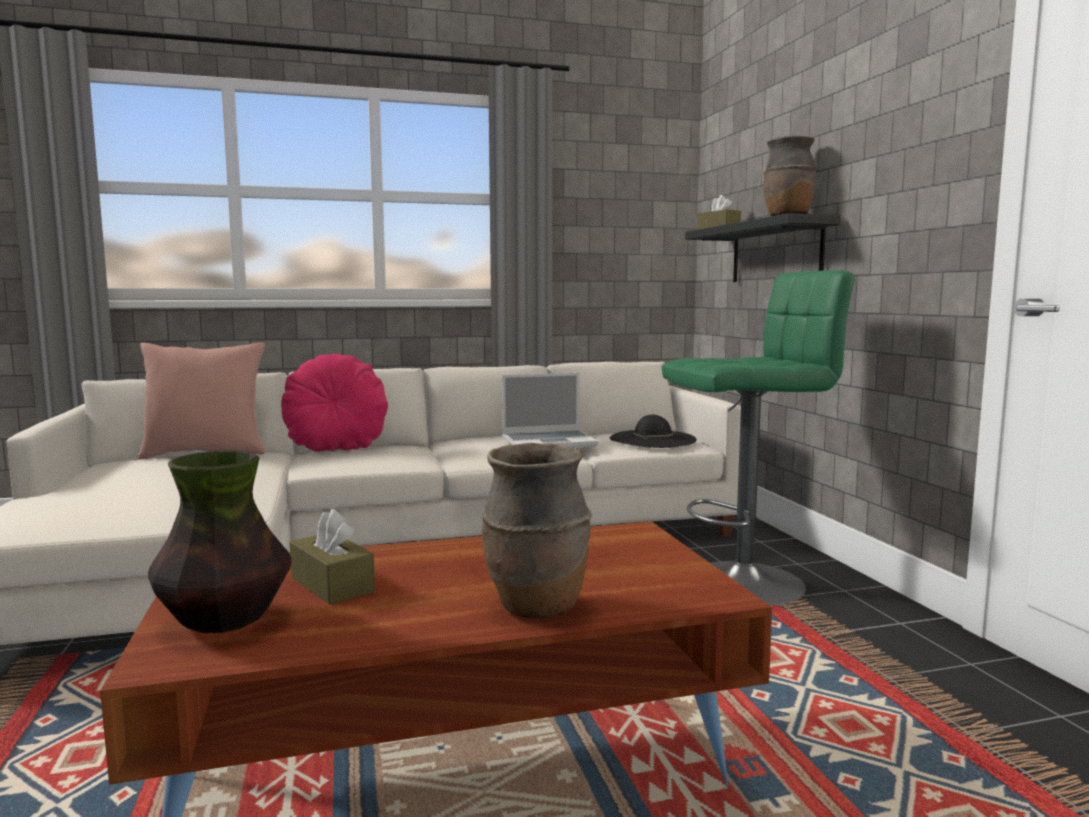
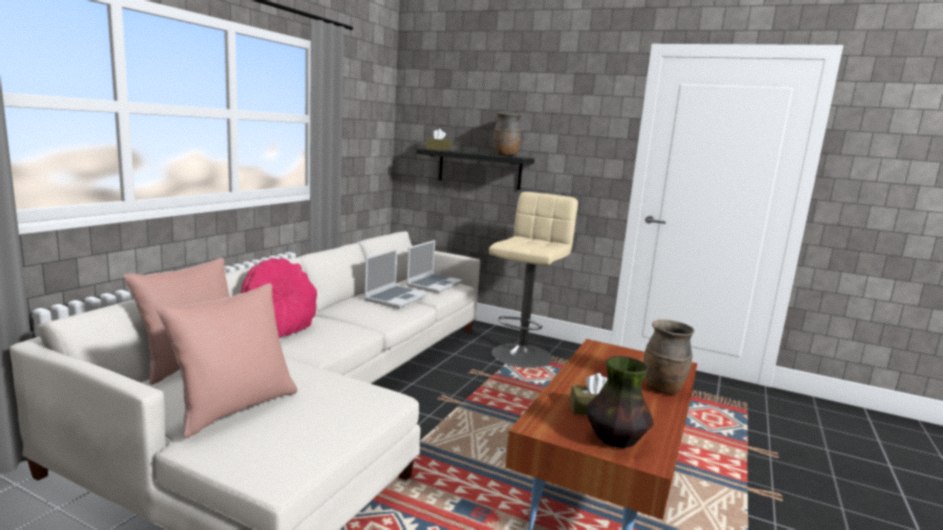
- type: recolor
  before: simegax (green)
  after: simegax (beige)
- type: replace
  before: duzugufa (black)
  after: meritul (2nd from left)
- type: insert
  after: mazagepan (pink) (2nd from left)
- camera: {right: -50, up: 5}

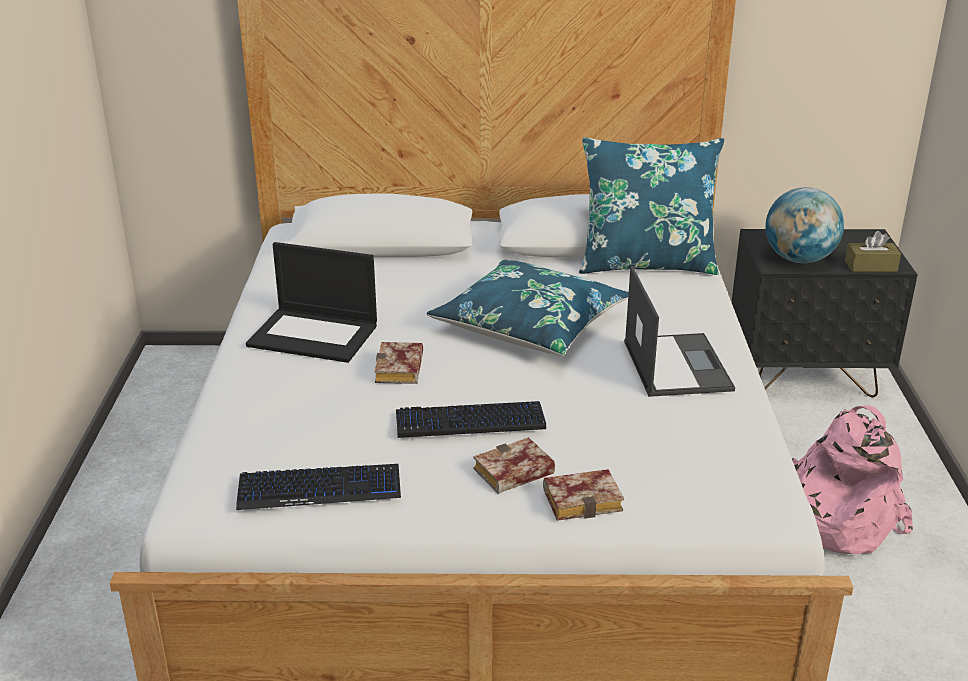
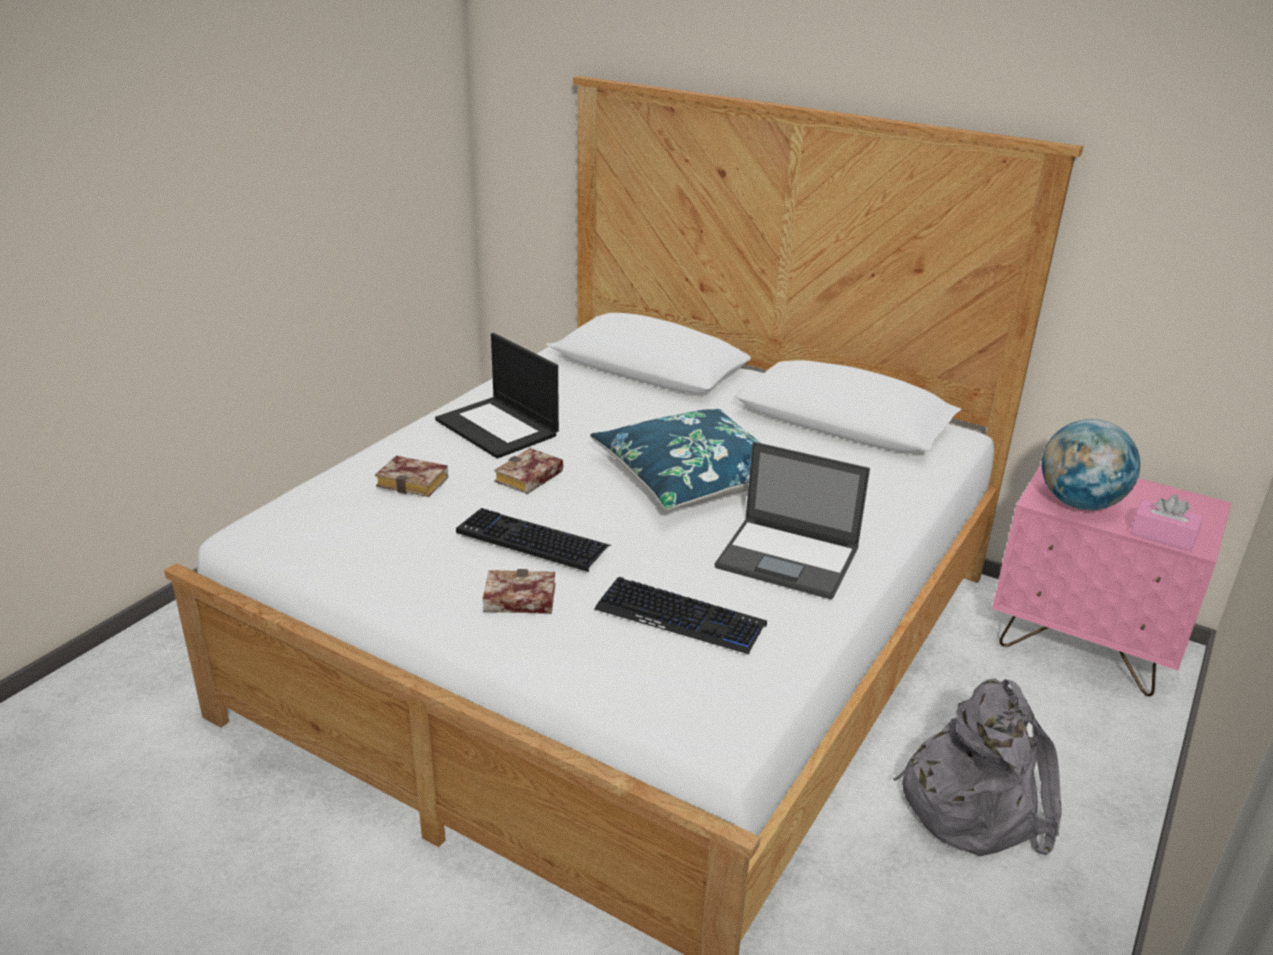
- type: delete
  before: mazagepan (blue) (2nd from left)
- type: recolor
  before: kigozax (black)
  after: kigozax (pink)
- type: recolor
  before: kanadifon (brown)
  after: kanadifon (pink)
- type: rotate
  before: meritul (2nd from left)
  turn: 90
- type: recolor
  before: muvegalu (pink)
  after: muvegalu (grey)
- type: move
  before: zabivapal (1st from left in the first image)
  after: zabivapal (2nd from left)
- type: move
  before: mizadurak (3rd from left in the first image)
  after: mizadurak (1st from left)
- camera: {right: 30, up: 0}

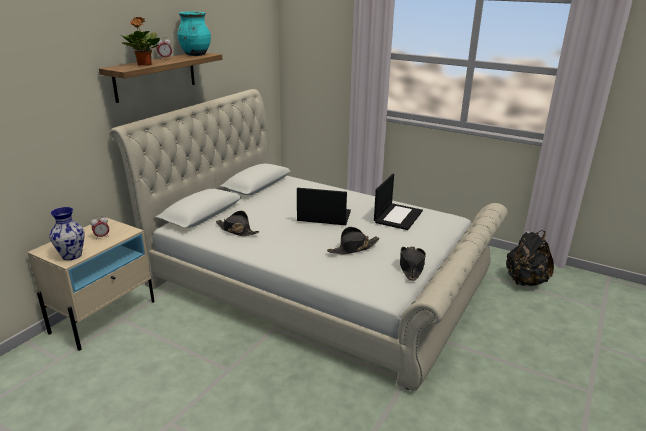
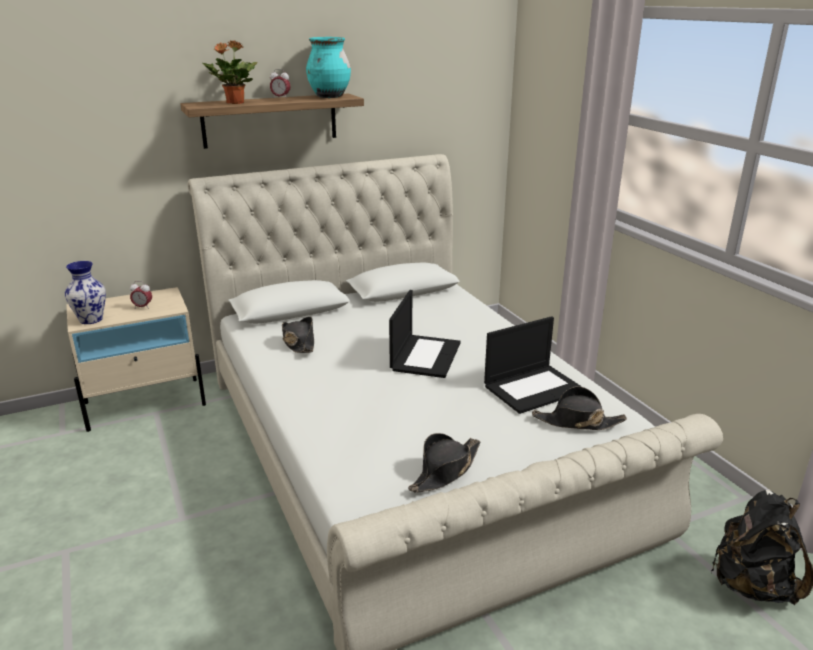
- type: rotate
  before: meritul (1st from left)
  turn: 60
- type: move
  before: duzugufa (black) (2nd from left in the first image)
  after: duzugufa (black) (3rd from left)
- camera: {right: 35, up: 0}

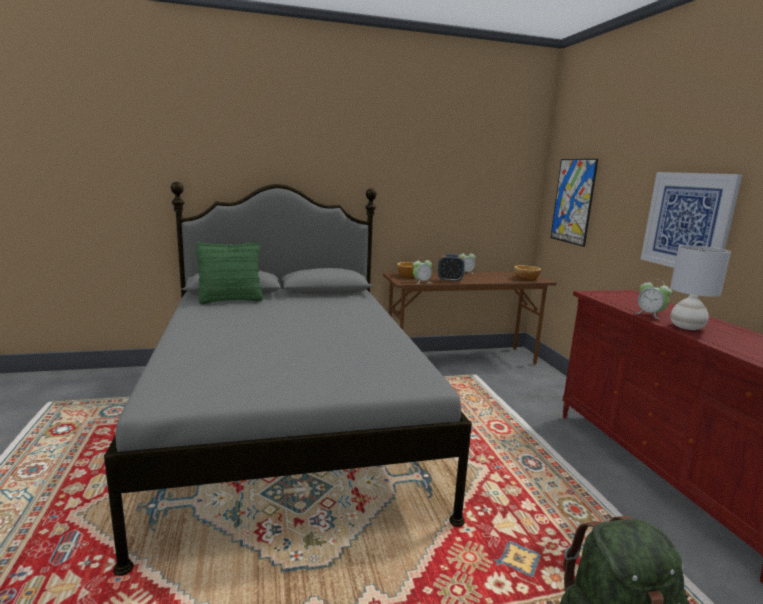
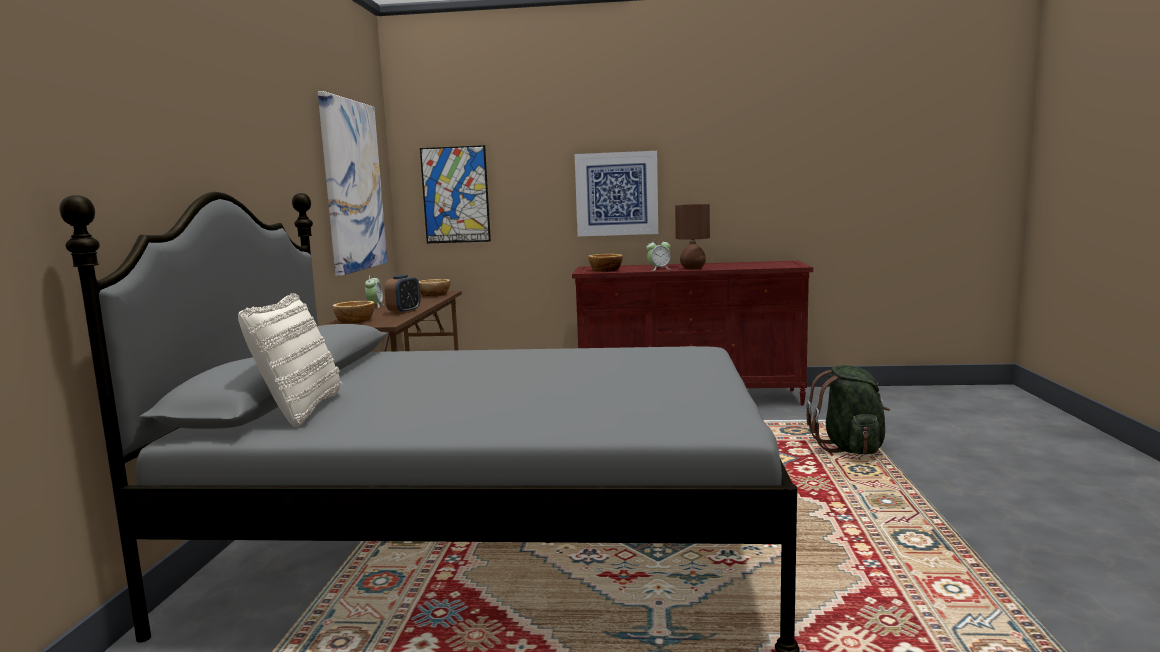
- type: recolor
  before: mazagepan (green)
  after: mazagepan (beige)
- type: recolor
  before: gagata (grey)
  after: gagata (brown)
- type: delete
  before: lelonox (1st from left)
- type: insert
  after: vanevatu (1st from left)
- type: insert
  after: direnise (3rd from left)
- camera: {right: -70, up: -5}

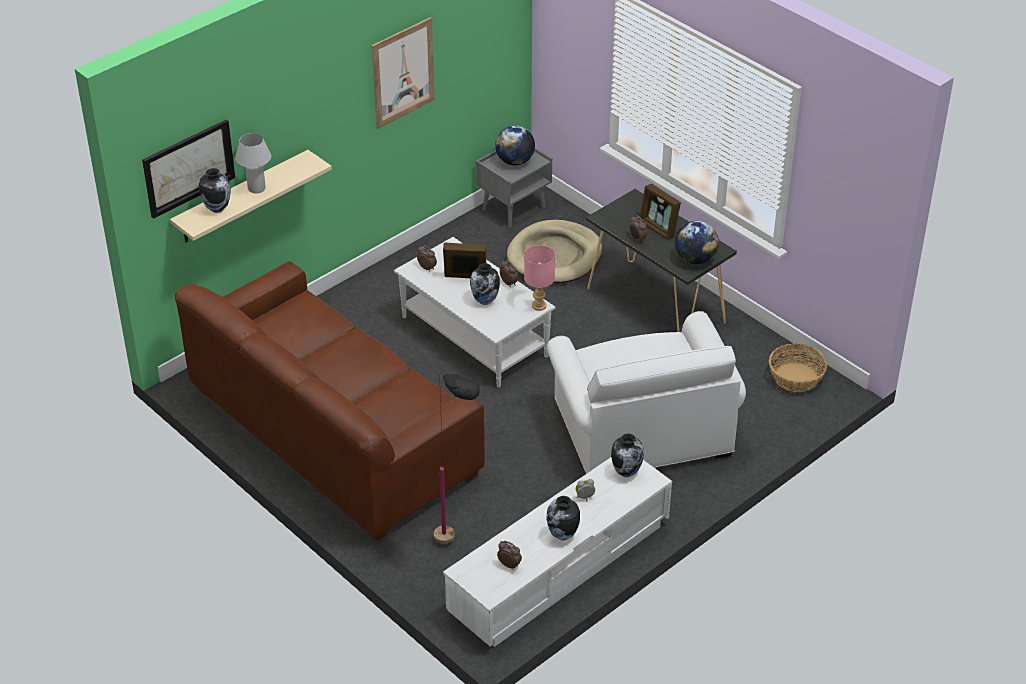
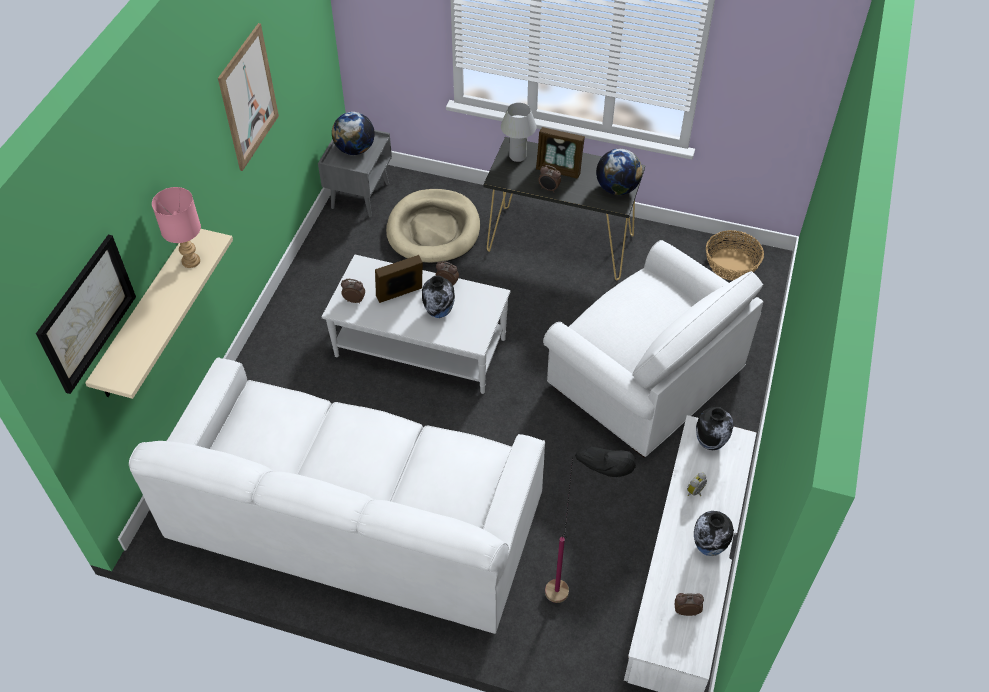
- type: move
  before: gagata (white)
- type: delete
  before: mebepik (1st from left)
- type: move
  before: gagata (pink)
- type: recolor
  before: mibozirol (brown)
  after: mibozirol (white)
- camera: {right: -30, up: 10}

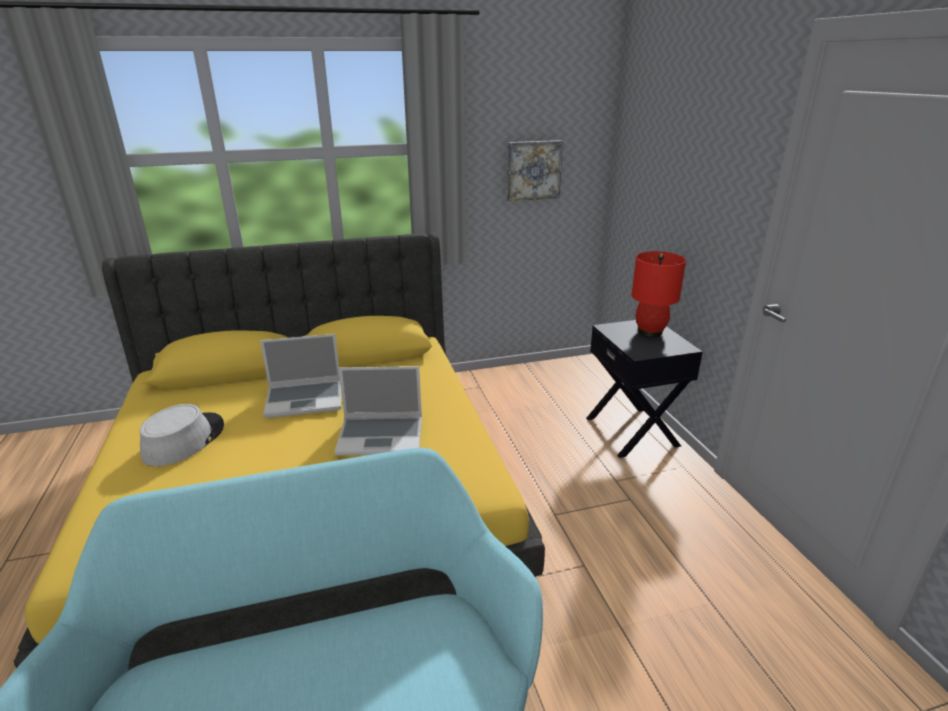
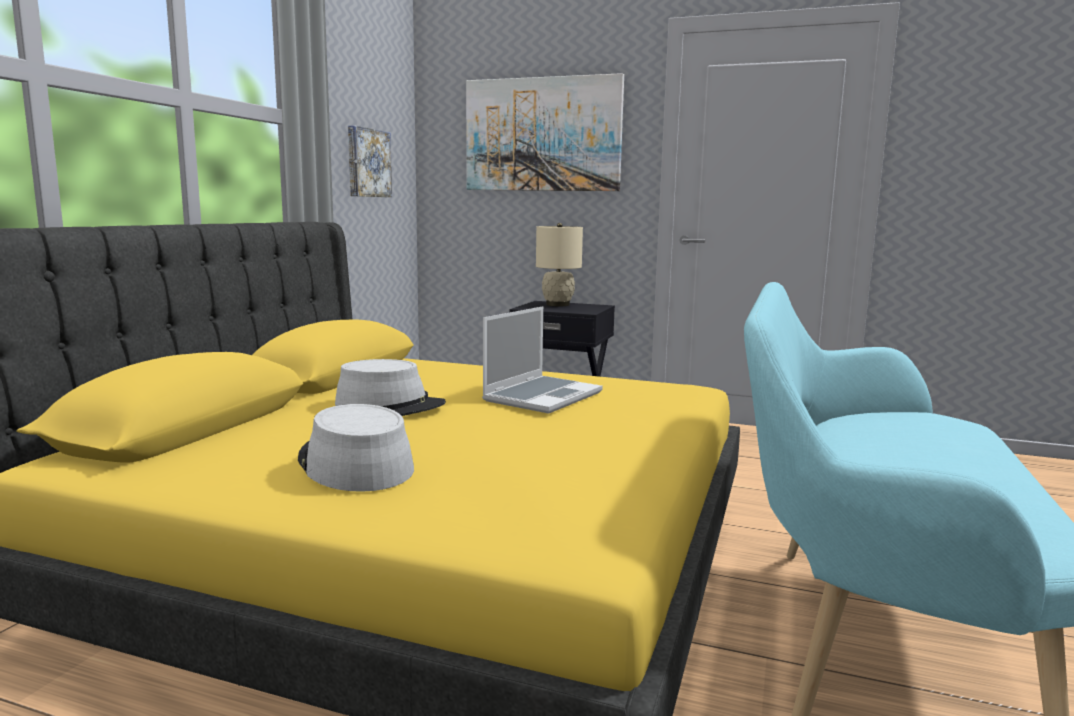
- type: recolor
  before: gagata (red)
  after: gagata (beige)
- type: replace
  before: meritul (1st from left)
  after: duzugufa (grey) (2nd from left)
- type: insert
  after: vanevatu (2nd from left)
- camera: {right: -55, up: -15}

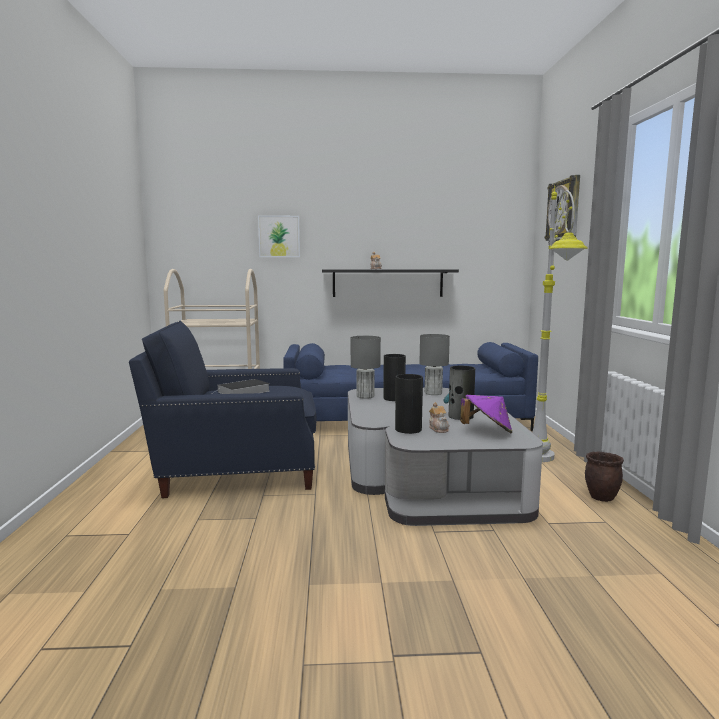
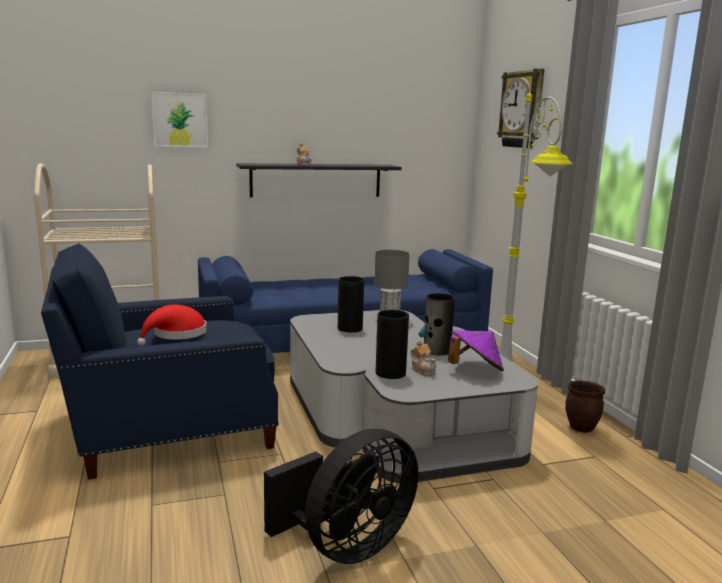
- type: delete
  before: gagata (grey) (1st from left)
- type: replace
  before: mizadurak
  after: duzugufa (red)
- type: insert
  after: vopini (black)
- camera: {right: -15, up: 5}

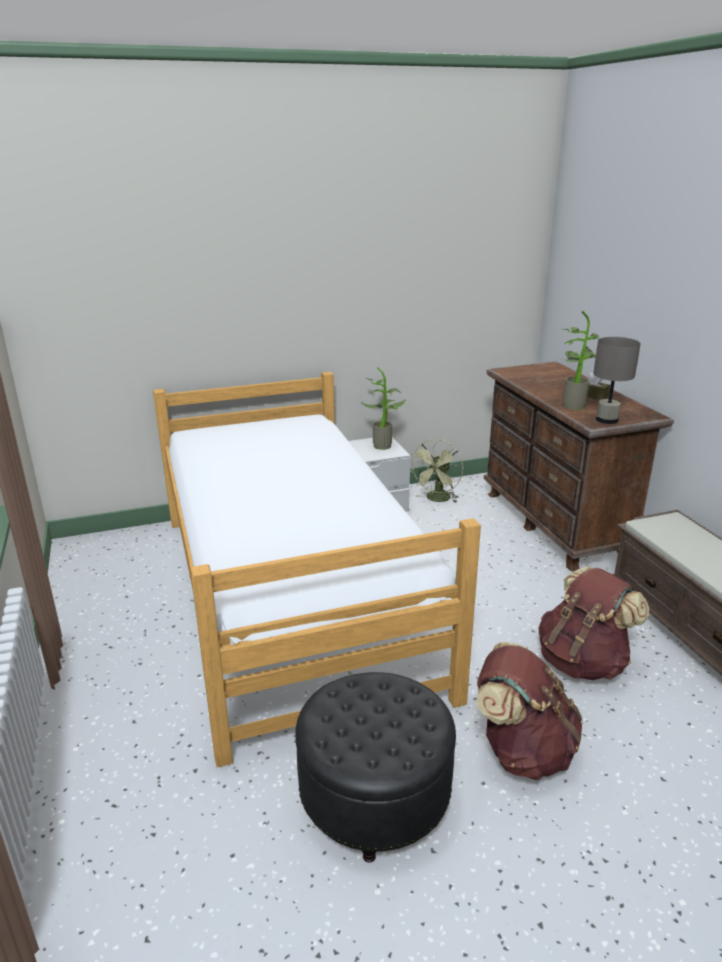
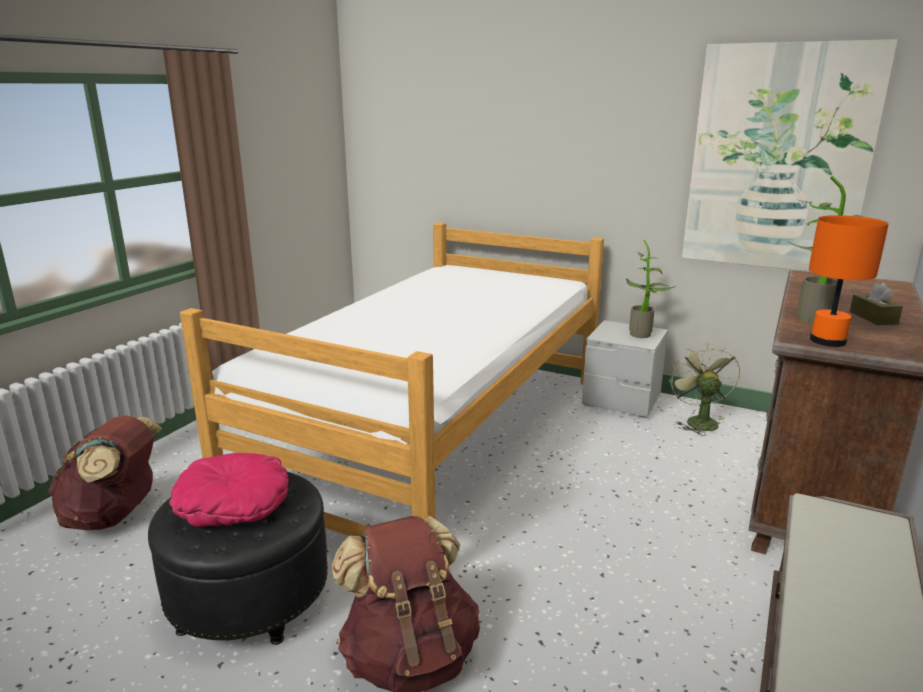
- type: recolor
  before: gagata (grey)
  after: gagata (orange)
- type: rotate
  before: vopini (green)
  turn: 105
- type: move
  before: muvegalu (brown) (2nd from left in the first image)
  after: muvegalu (brown) (1st from left)
- type: insert
  after: vanevatu
- type: insert
  after: mazagepan (pink)
- camera: {right: 45, up: -5}

